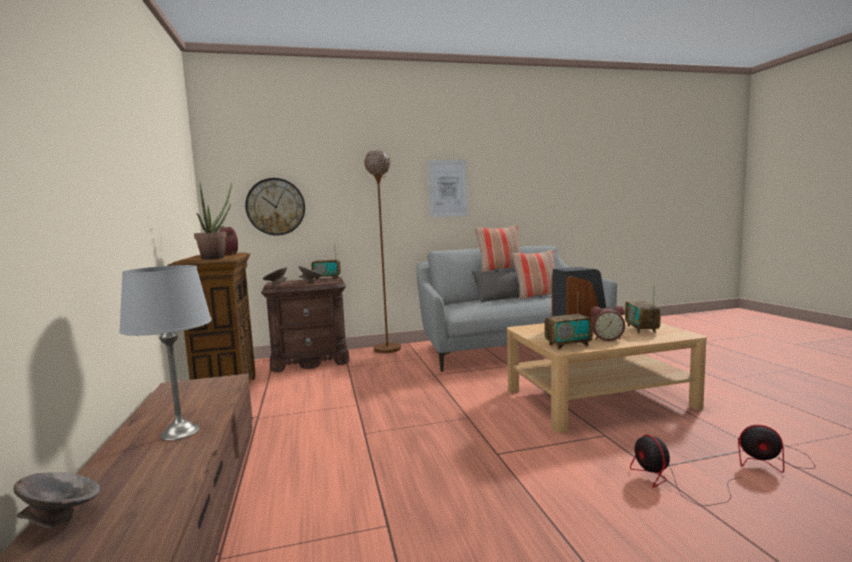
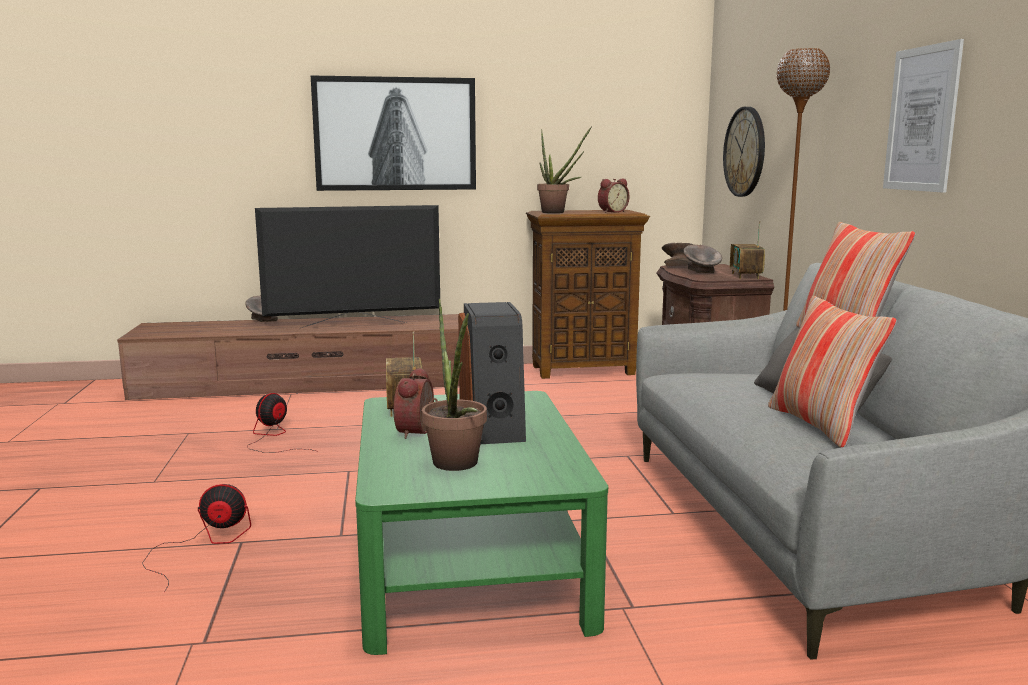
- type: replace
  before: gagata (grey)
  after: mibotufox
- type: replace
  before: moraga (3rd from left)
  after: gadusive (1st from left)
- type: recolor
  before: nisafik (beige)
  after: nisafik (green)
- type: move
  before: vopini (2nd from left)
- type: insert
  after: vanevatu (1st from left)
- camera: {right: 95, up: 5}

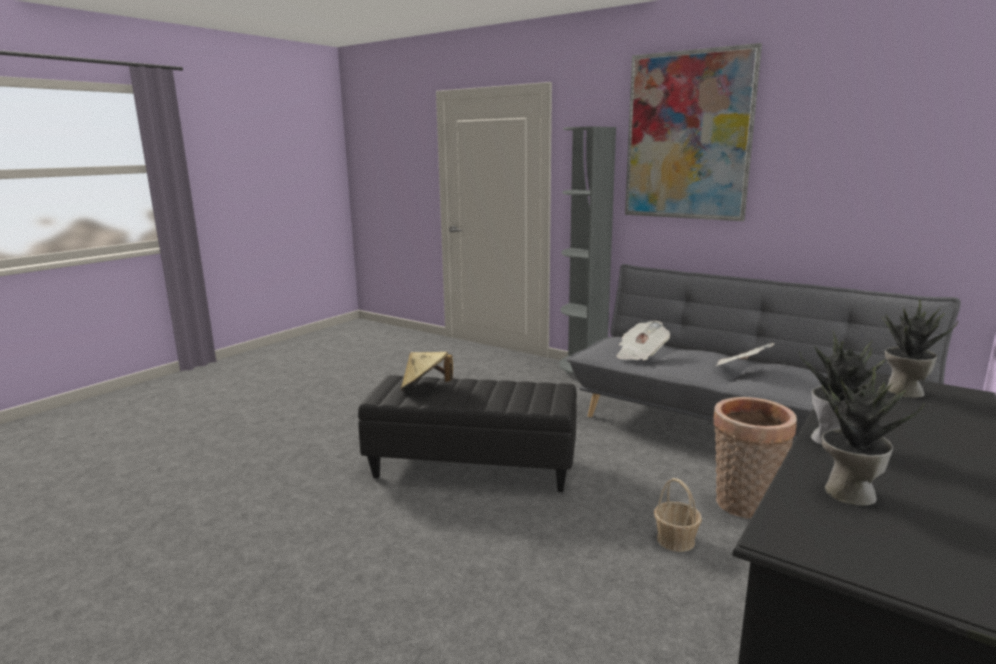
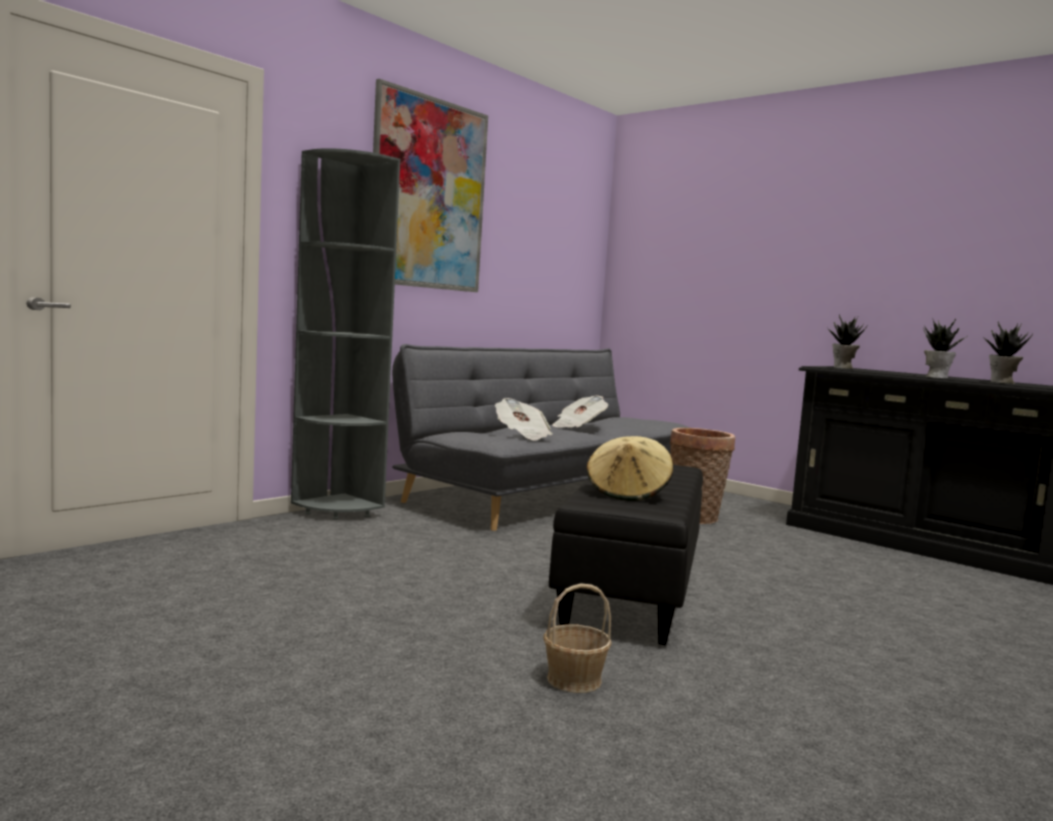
- type: move
  before: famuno (1st from left)
- camera: {right: -85, up: -10}

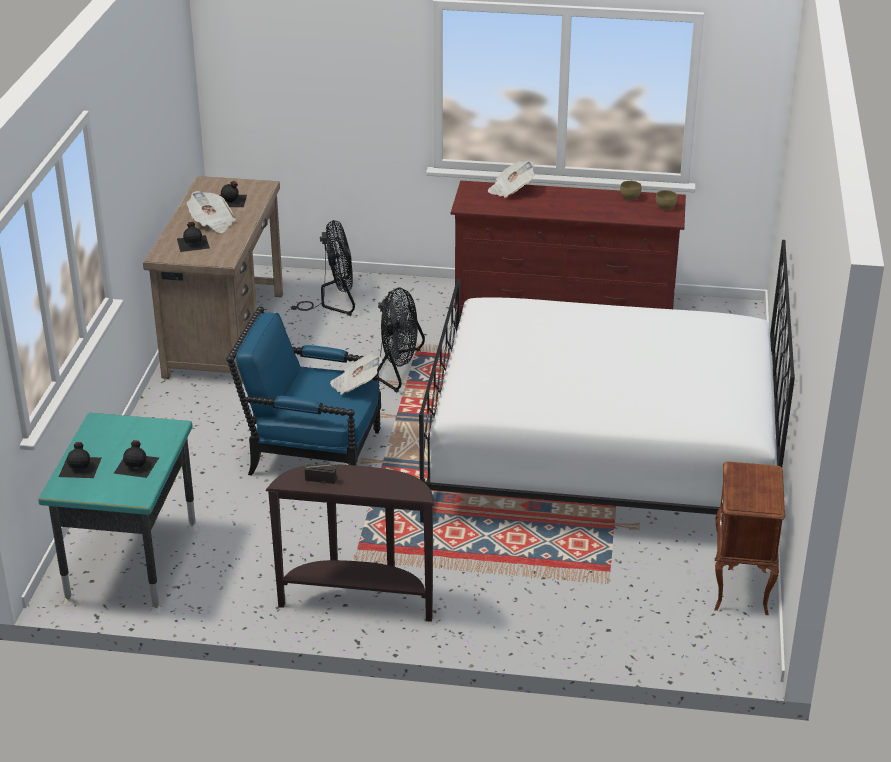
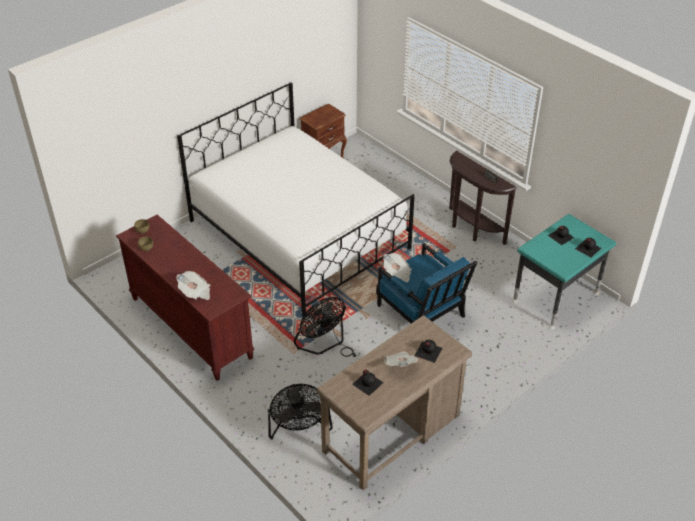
- type: rotate
  before: vopini (black) (1st from left)
  turn: -135
- camera: {right: -140, up: 10}

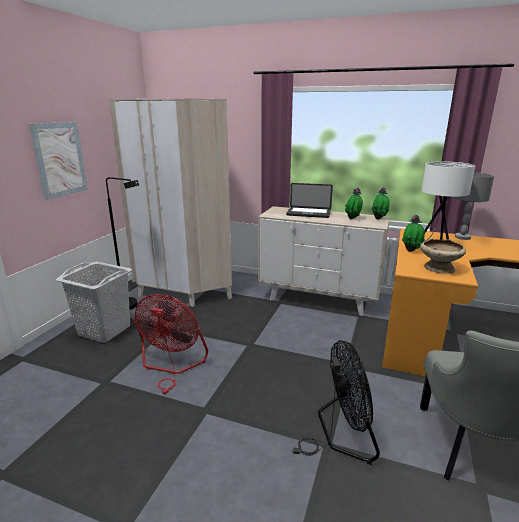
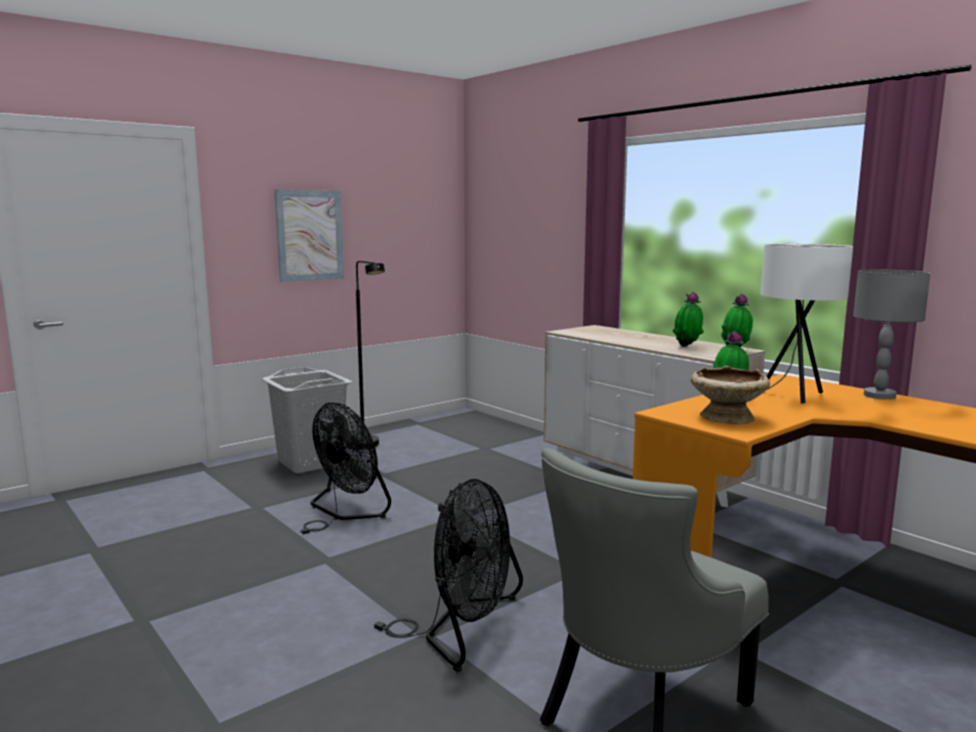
- type: delete
  before: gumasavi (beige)
- type: delete
  before: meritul
- type: recolor
  before: vopini (red)
  after: vopini (black) (1st from left)
- camera: {right: 30, up: -10}

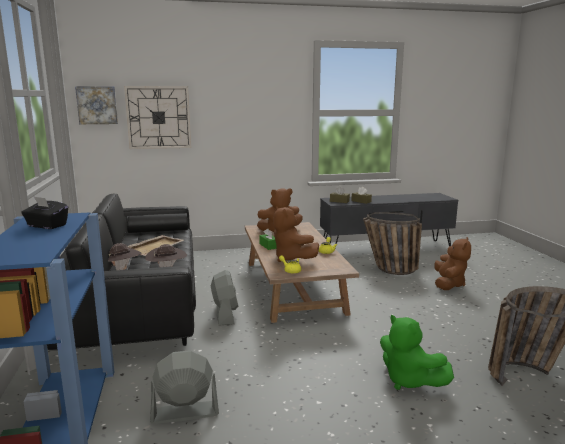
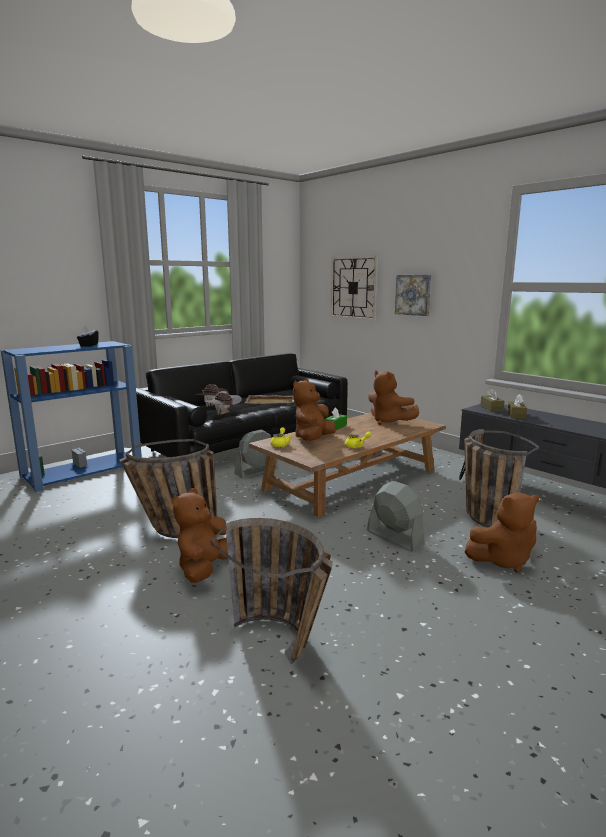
- type: move
  before: vanevatu
- type: recolor
  before: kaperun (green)
  after: kaperun (brown) (1st from left)
- type: move
  before: vopini (grey) (1st from left in the first image)
  after: vopini (grey) (2nd from left)
- type: insert
  after: famuno (1st from left)
- camera: {right: 60, up: 0}

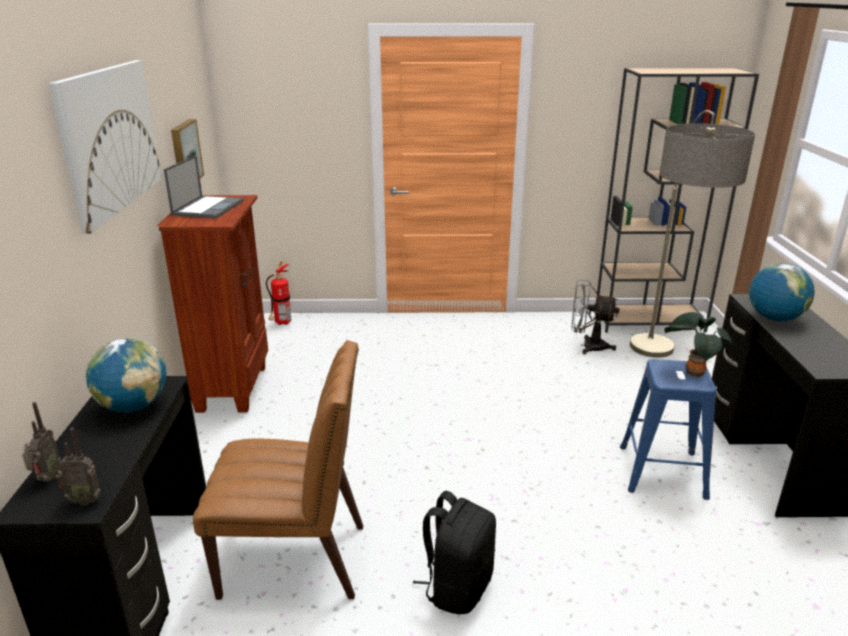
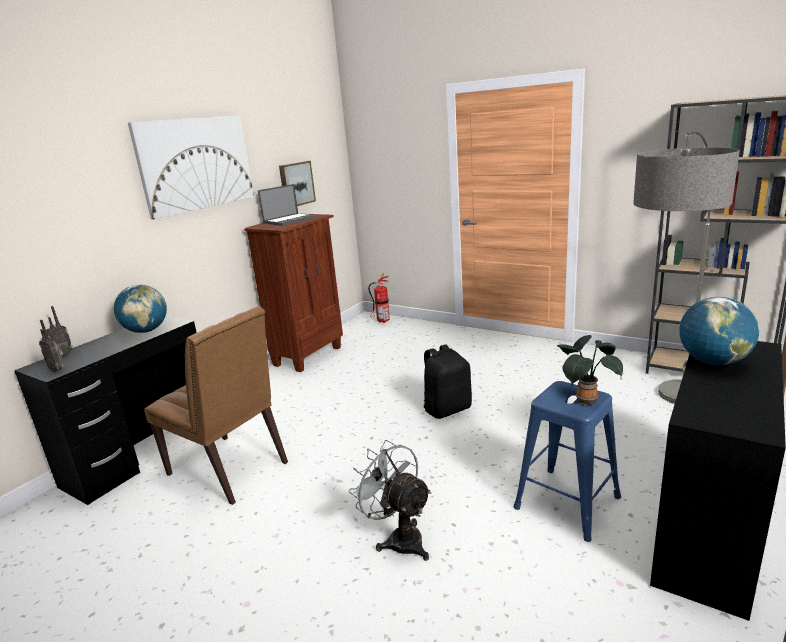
- type: move
  before: vopini (grey)
- type: move
  before: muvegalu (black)
- camera: {right: 35, up: -5}

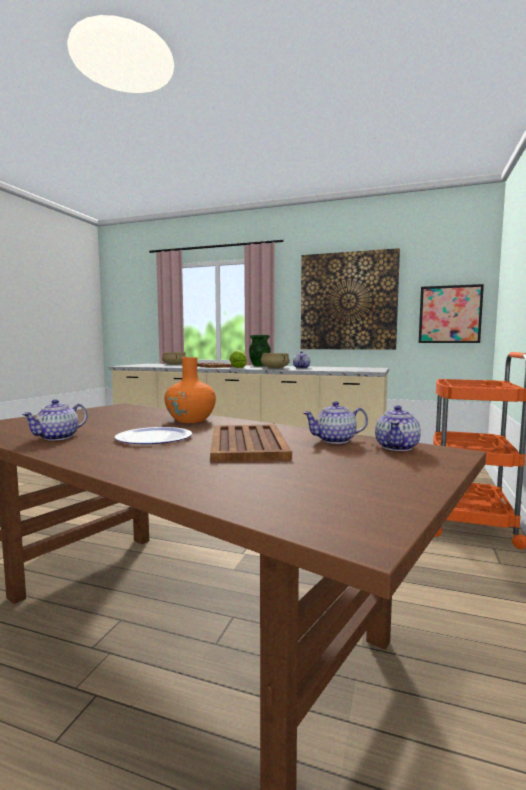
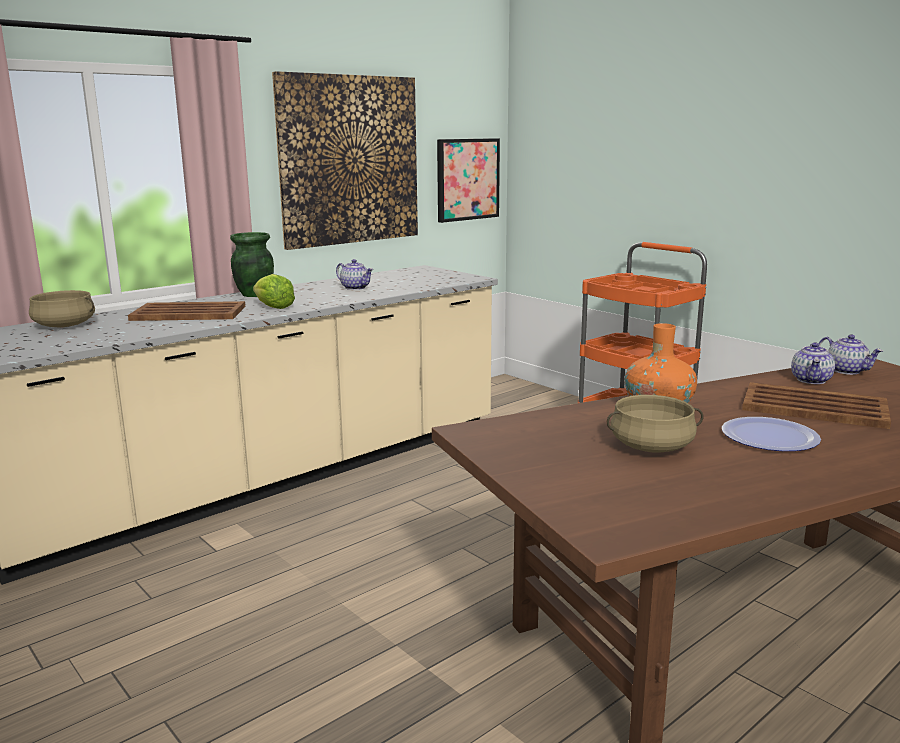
- type: move
  before: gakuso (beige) (2nd from left)
- type: delete
  before: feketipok (1st from left)
- camera: {right: -60, up: 10}

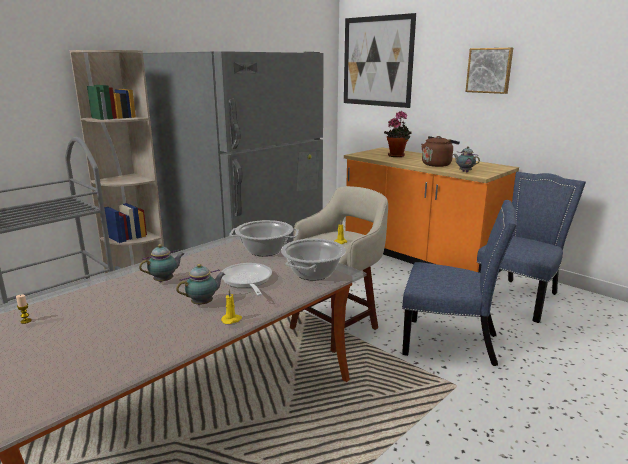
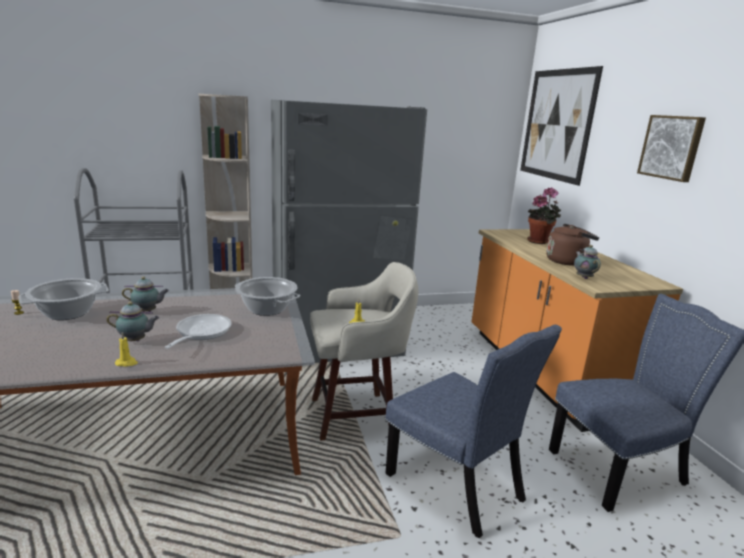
- type: move
  before: gakuso (2nd from left in the first image)
  after: gakuso (1st from left)
- camera: {right: 30, up: 0}

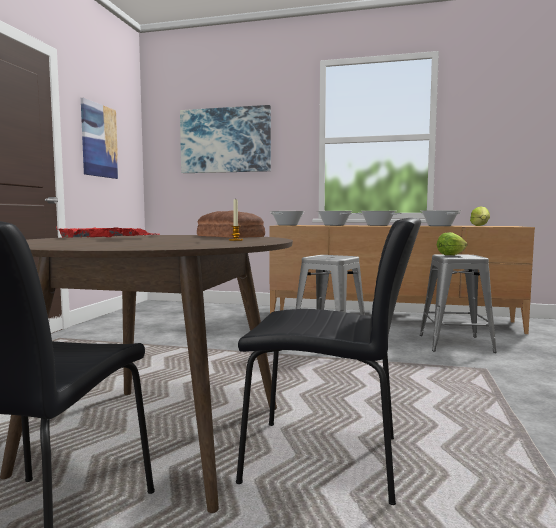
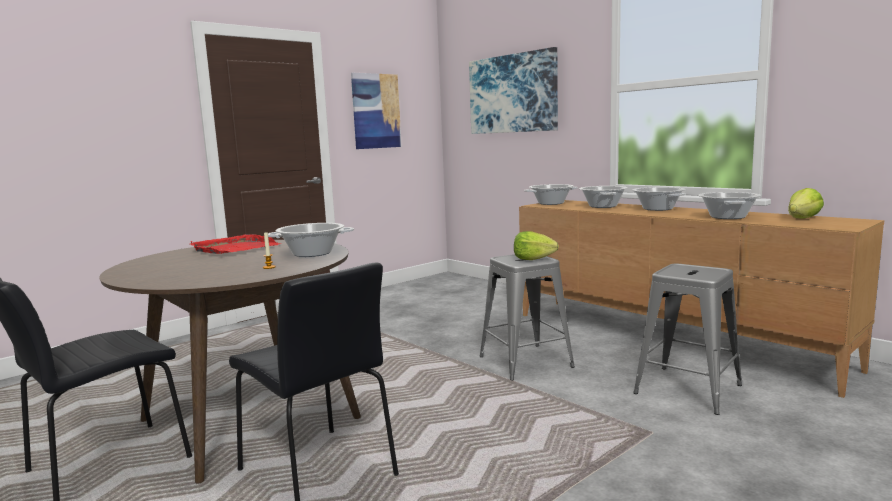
- type: replace
  before: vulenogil
  after: gakuso (1st from left)
- type: move
  before: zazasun (1st from left)
- camera: {right: 35, up: 5}

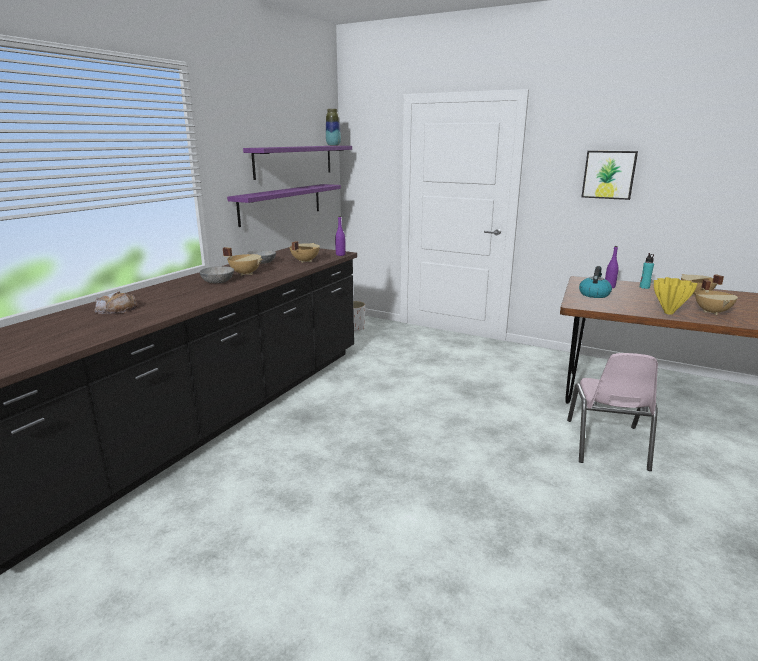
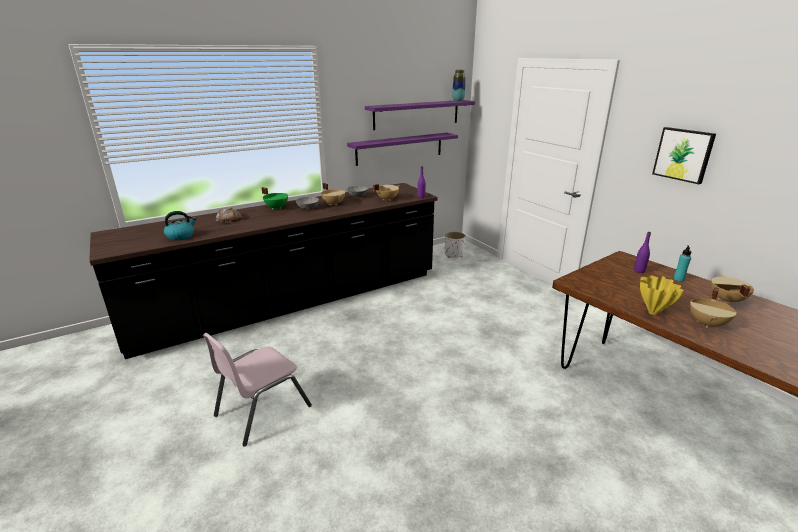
- type: move
  before: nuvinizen
- type: move
  before: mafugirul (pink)
- type: insert
  after: gakuso (green)
- camera: {right: 30, up: 5}

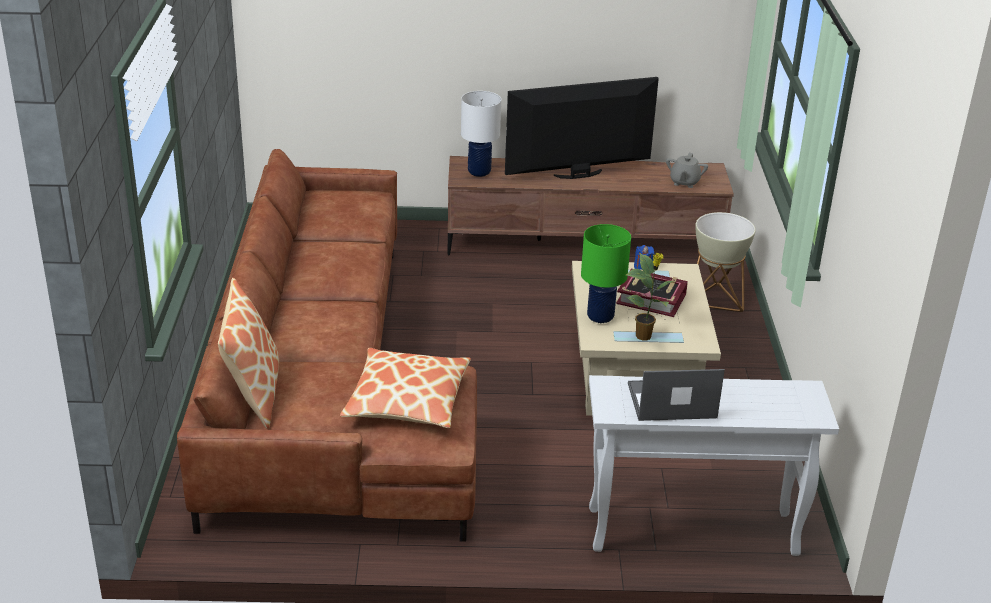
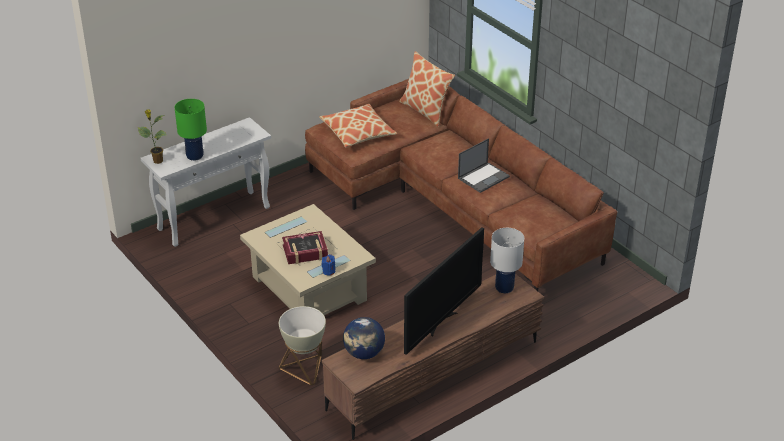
- type: replace
  before: feketipok (grey)
  after: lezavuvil
- type: move
  before: gagata (green)
- type: move
  before: gadusive
- type: move
  before: meritul
- camera: {right: 145, up: 5}

